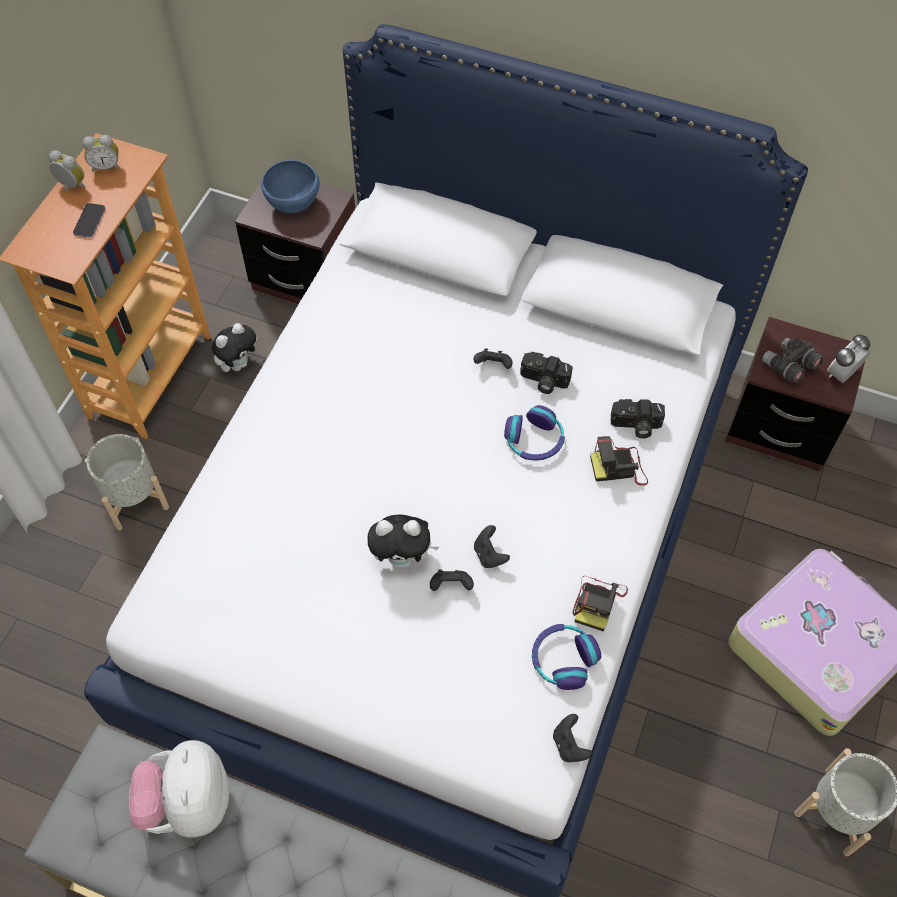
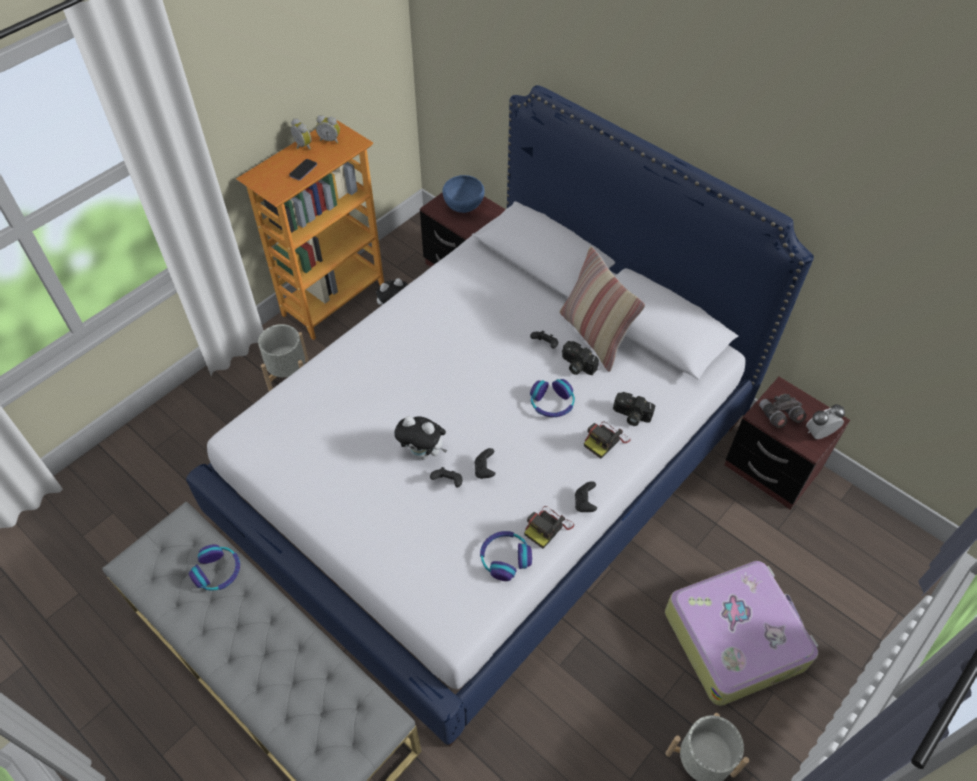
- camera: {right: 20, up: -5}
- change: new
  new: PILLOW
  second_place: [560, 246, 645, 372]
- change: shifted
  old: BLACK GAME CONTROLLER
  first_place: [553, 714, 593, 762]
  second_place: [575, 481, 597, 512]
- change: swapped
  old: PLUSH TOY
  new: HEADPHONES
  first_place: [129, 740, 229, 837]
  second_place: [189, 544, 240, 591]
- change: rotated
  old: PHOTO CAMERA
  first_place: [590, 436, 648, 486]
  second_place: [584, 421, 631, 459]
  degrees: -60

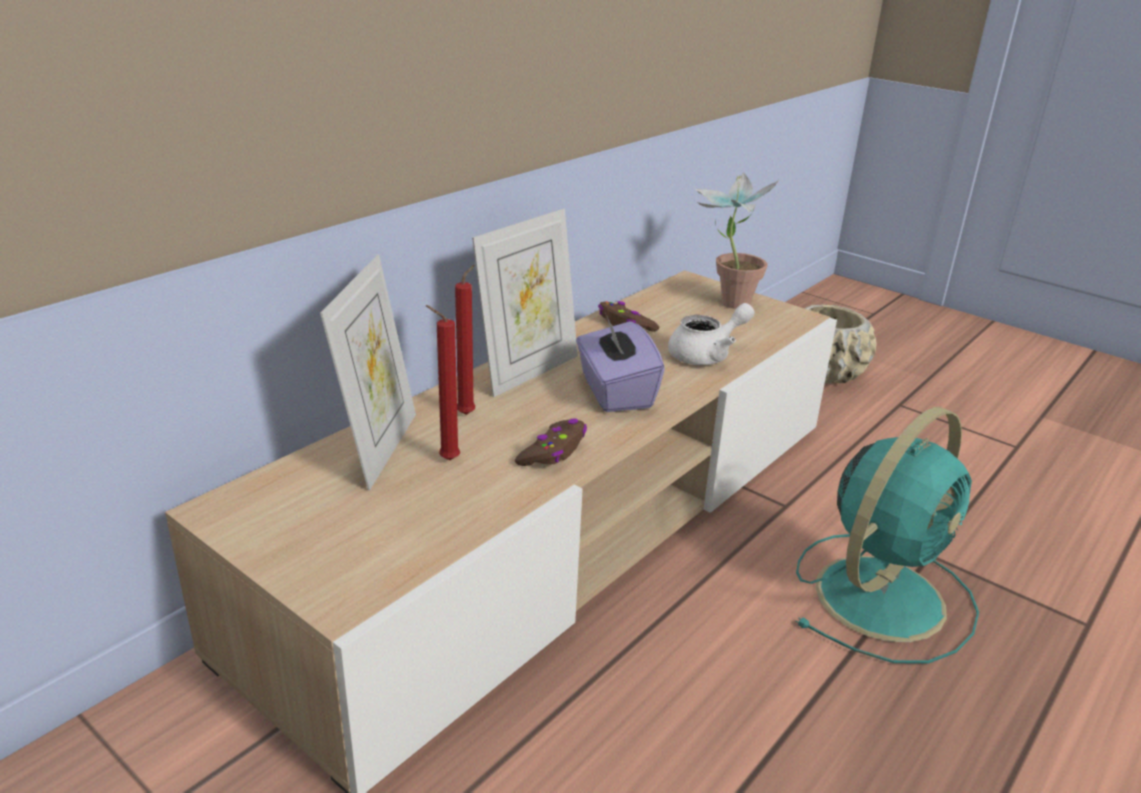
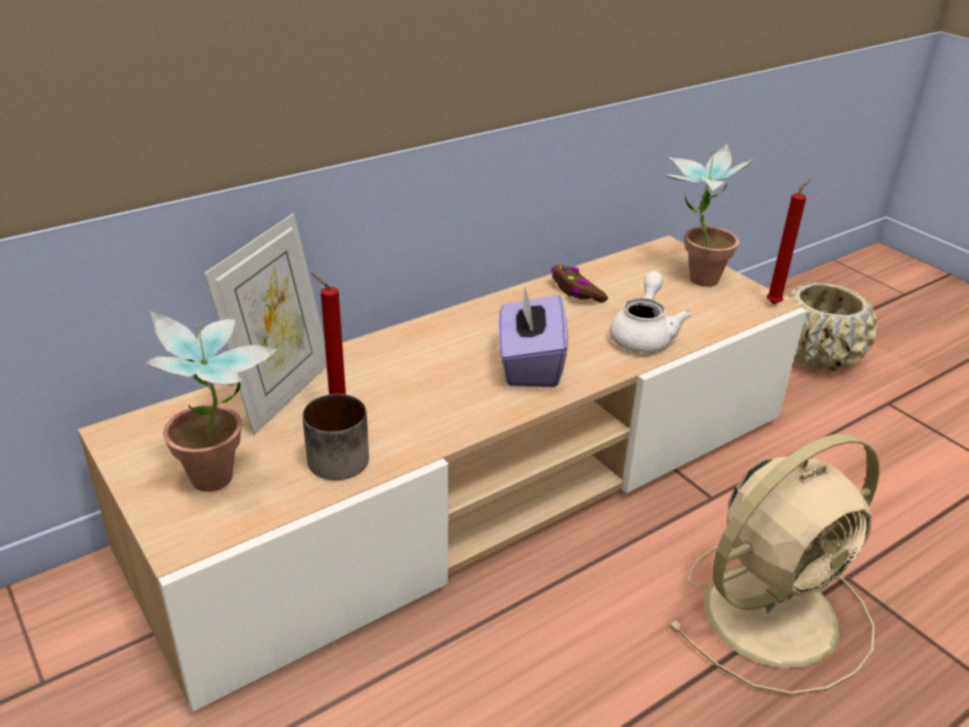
- camera: {right: 15, up: 5}
- change: gone
  old: PICTURE FRAME
  first_place: [472, 208, 578, 397]
- change: gone
  old: BROWN GAME CONTROLLER
  first_place: [515, 418, 587, 466]
- change: new
  new: POTTED PLANT
  second_place: [146, 311, 278, 492]
- change: new
  new: MUG
  second_place: [302, 394, 369, 480]
- change: shifted
  old: RED CANDLE
  first_place: [455, 265, 475, 415]
  second_place: [767, 179, 811, 304]
- change: repainted
  old: TURQUOISE FAN
  new: BEIGE FAN
  first_place: [795, 407, 979, 663]
  second_place: [668, 434, 880, 695]
- change: rotated
  old: WHITE TEAPOT
  first_place: [668, 303, 754, 365]
  second_place: [610, 271, 692, 353]
  degrees: -60

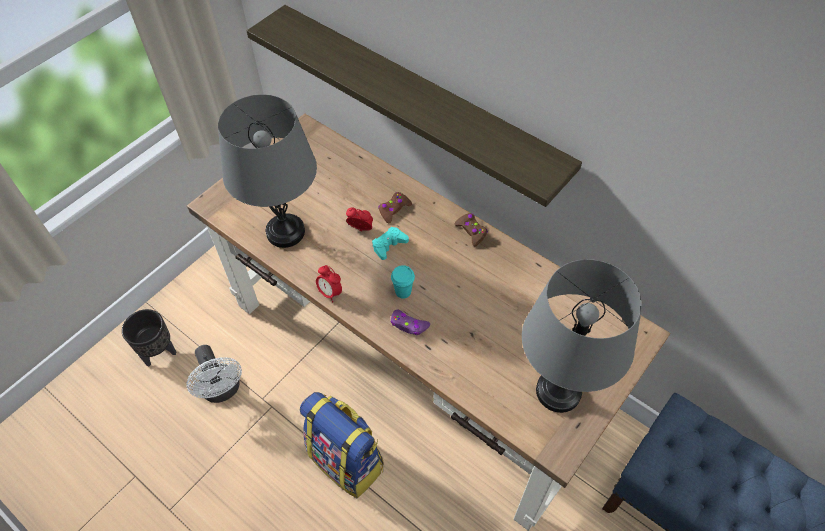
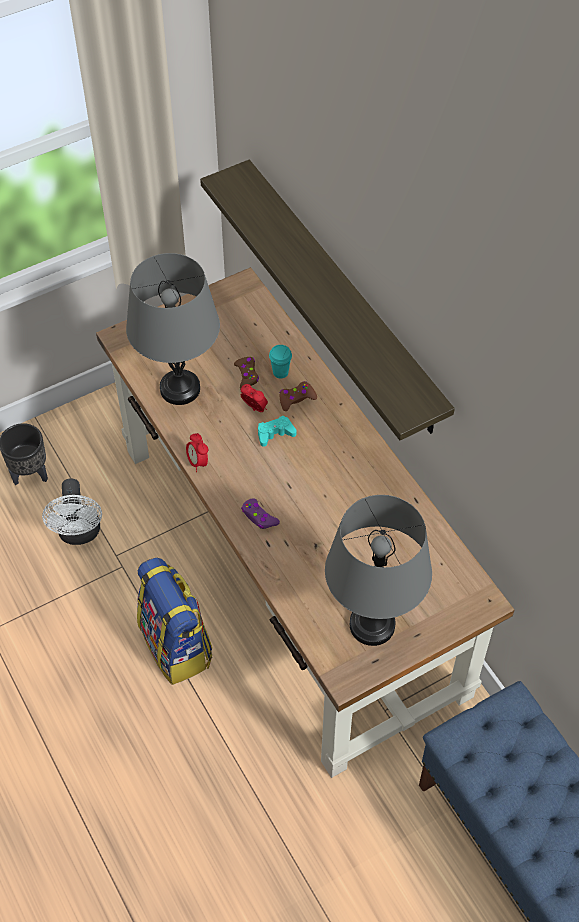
- camera: {right: 20, up: 0}
- change: shifted
  old: TURQUOISE CUP
  first_place: [391, 265, 415, 299]
  second_place: [269, 345, 292, 378]
- change: shifted
  old: BROWN GAME CONTROLLER
  first_place: [455, 213, 488, 246]
  second_place: [234, 357, 259, 389]

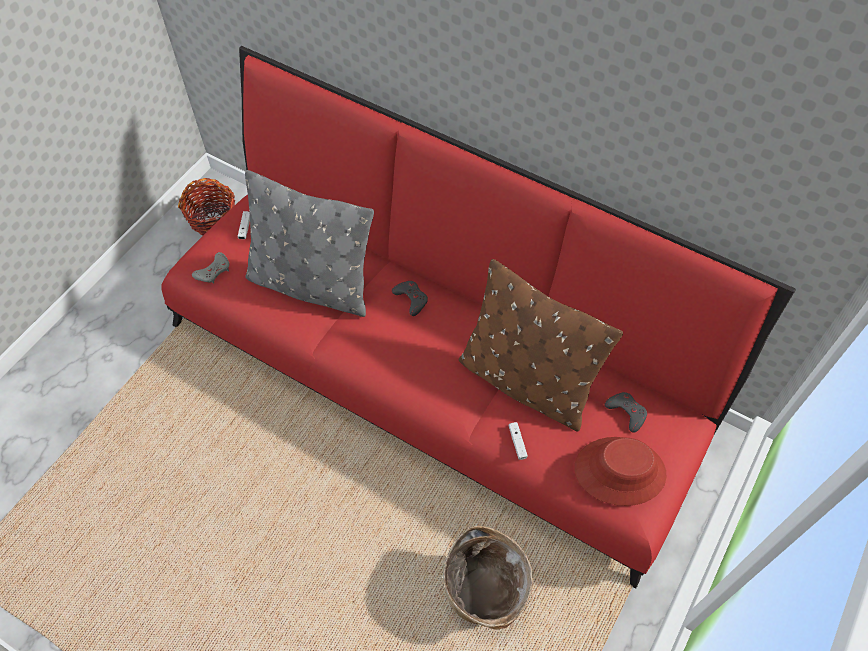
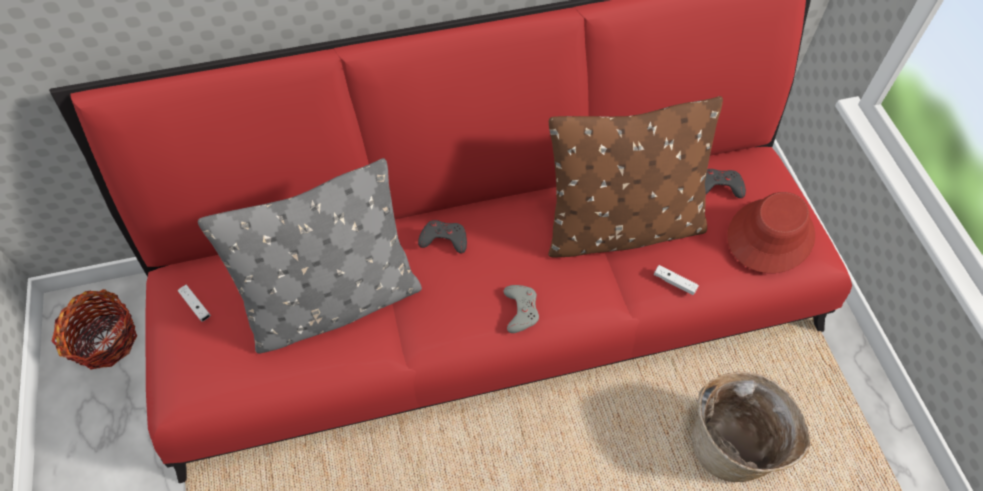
- camera: {right: -45, up: 0}
- change: shifted
  old: GREY GAME CONTROLLER
  first_place: [192, 252, 229, 284]
  second_place: [504, 285, 539, 333]

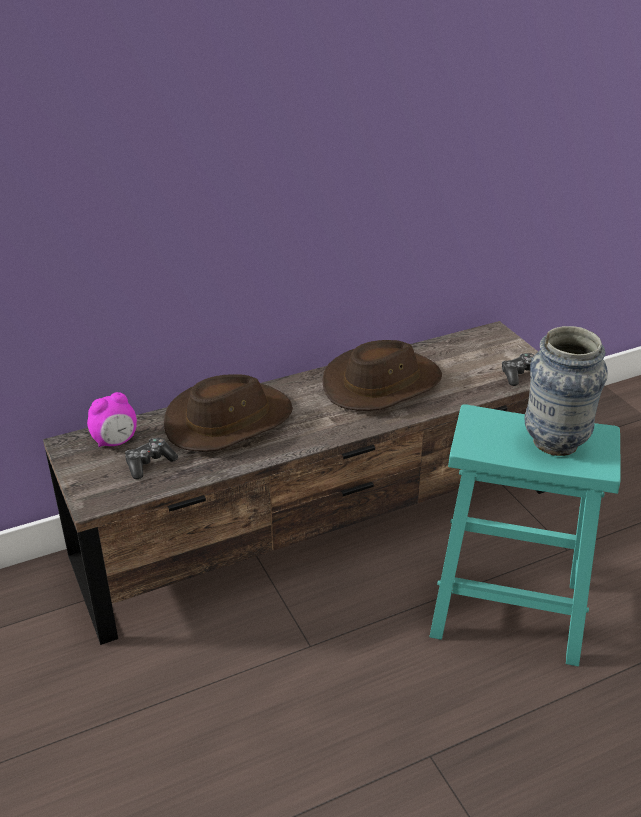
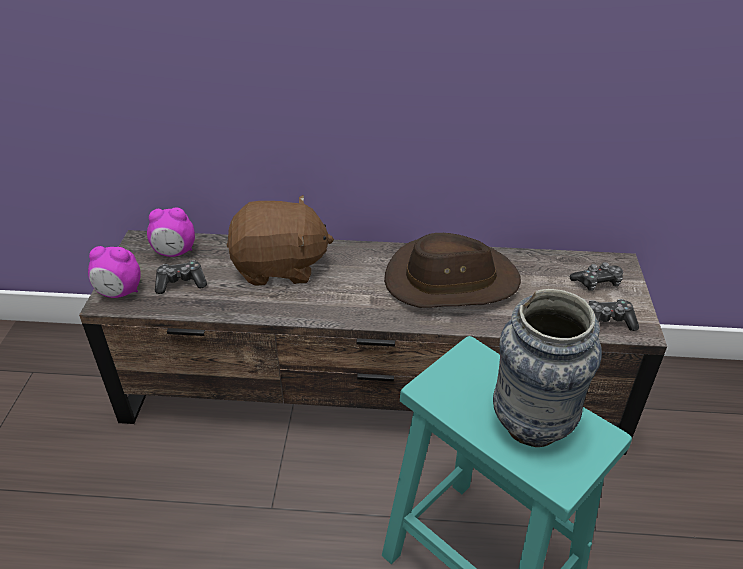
- camera: {right: 30, up: 5}
- change: new
  new: ALARM CLOCK
  second_place: [88, 246, 141, 298]
- change: new
  new: GAME CONTROLLER
  second_place: [570, 262, 623, 291]
- change: swapped
  old: BROWN HAT
  new: BROWN PLUSH TOY
  first_place: [164, 374, 293, 451]
  second_place: [226, 195, 334, 286]

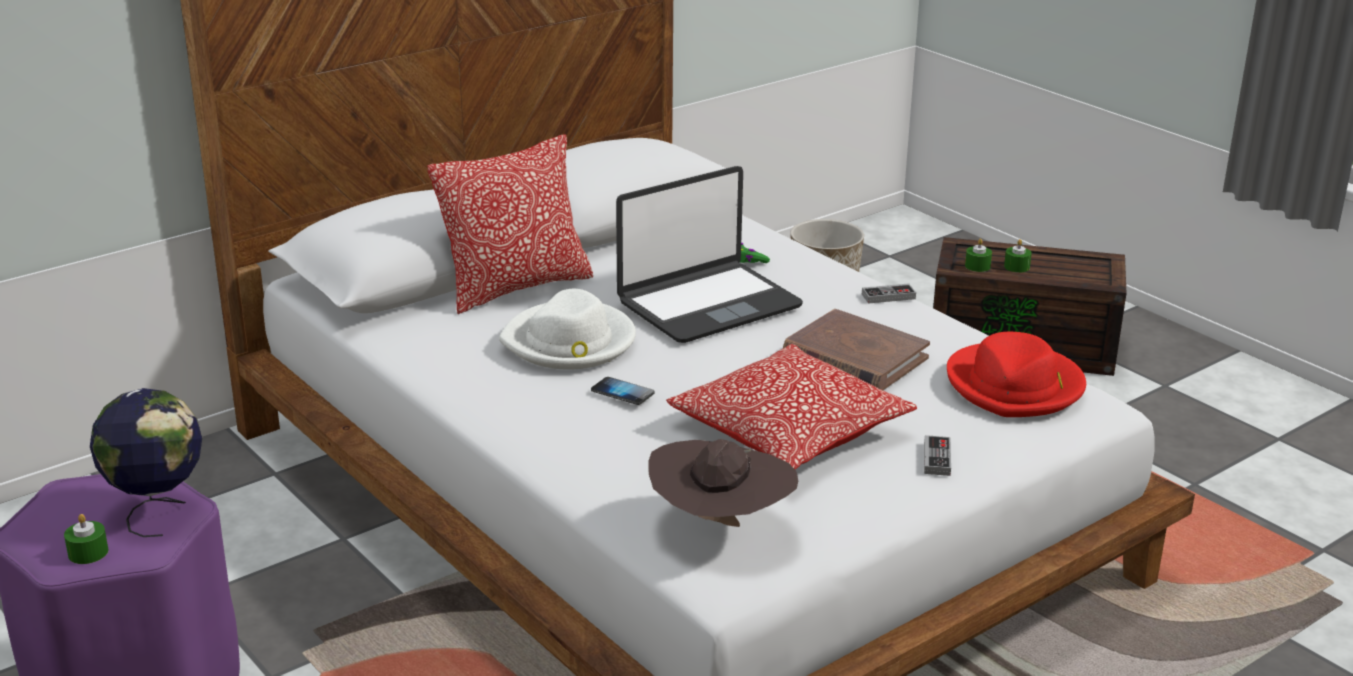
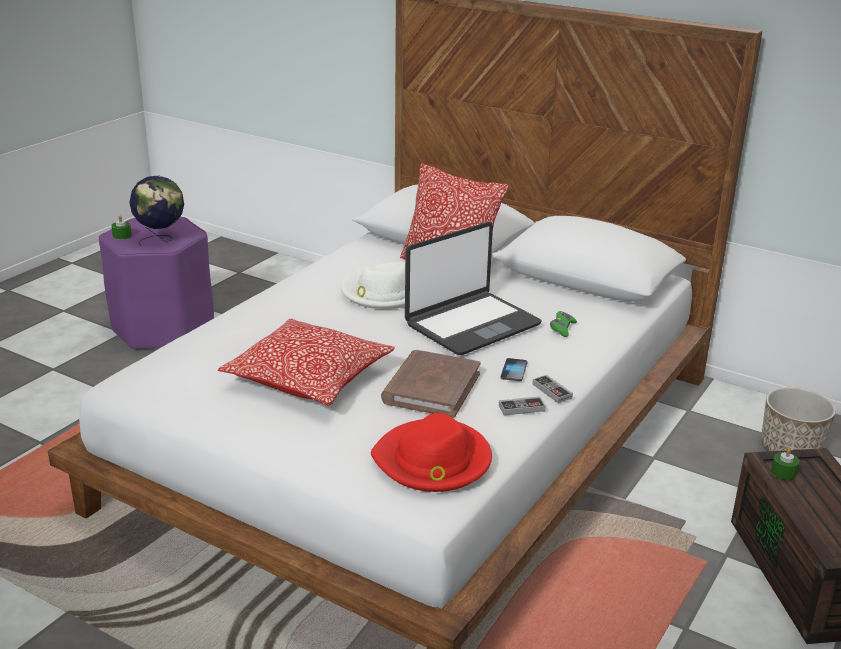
- camera: {right: 70, up: 0}
- change: gone
  old: BROWN HAT
  first_place: [648, 439, 798, 527]
- change: gone
  old: GREEN CANDLE
  first_place: [1004, 239, 1032, 273]
- change: shifted
  old: PHONE
  first_place: [591, 377, 655, 405]
  second_place: [500, 358, 527, 381]
- change: shifted
  old: GAME CONTROLLER
  first_place: [924, 435, 951, 476]
  second_place: [499, 396, 545, 416]
- change: rotated
  old: LAPTOP
  first_place: [616, 166, 803, 343]
  second_place: [405, 222, 542, 355]
  degrees: -75

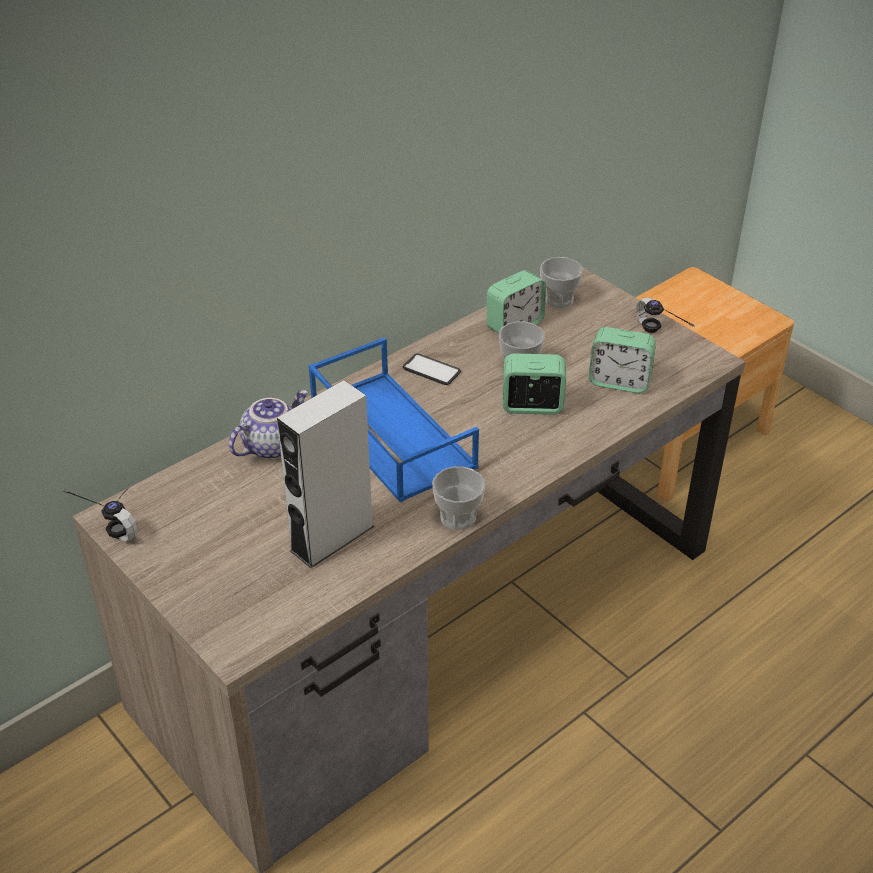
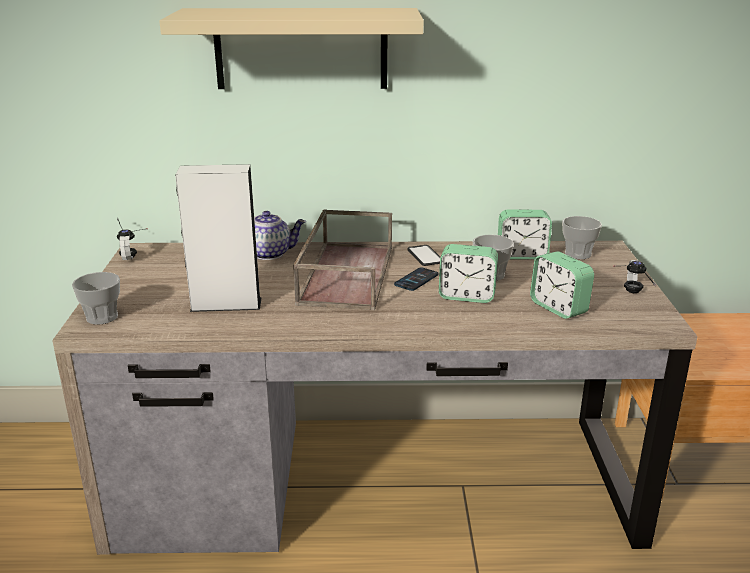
- camera: {right: 40, up: -15}
- change: new
  new: BEIGE SHELF
  second_place: [159, 8, 424, 89]
- change: new
  new: PHONE
  second_place: [394, 267, 439, 291]
- change: shifted
  old: CUP
  first_place: [432, 466, 485, 530]
  second_place: [72, 272, 120, 325]
- change: repainted
  old: BLUE TRAY
  new: BROWN TRAY
  first_place: [308, 337, 479, 503]
  second_place: [293, 209, 392, 310]
- change: rotated
  old: ALARM CLOCK
  first_place: [503, 353, 566, 415]
  second_place: [439, 244, 498, 303]
  degrees: 150

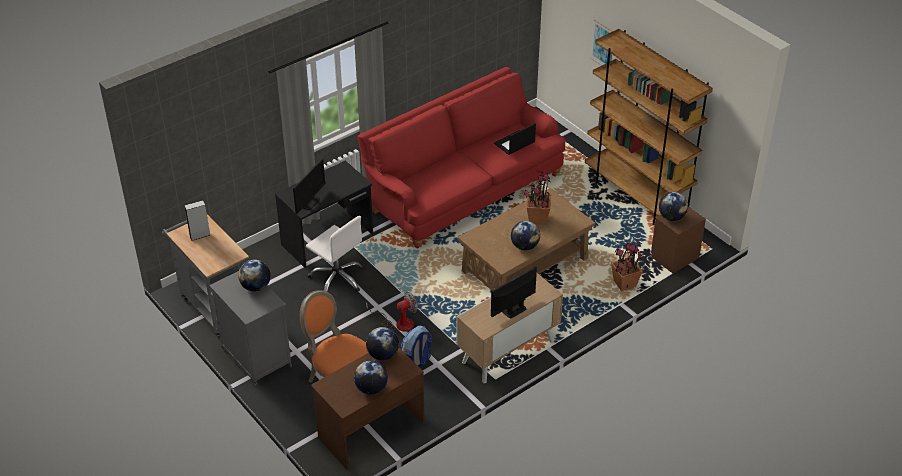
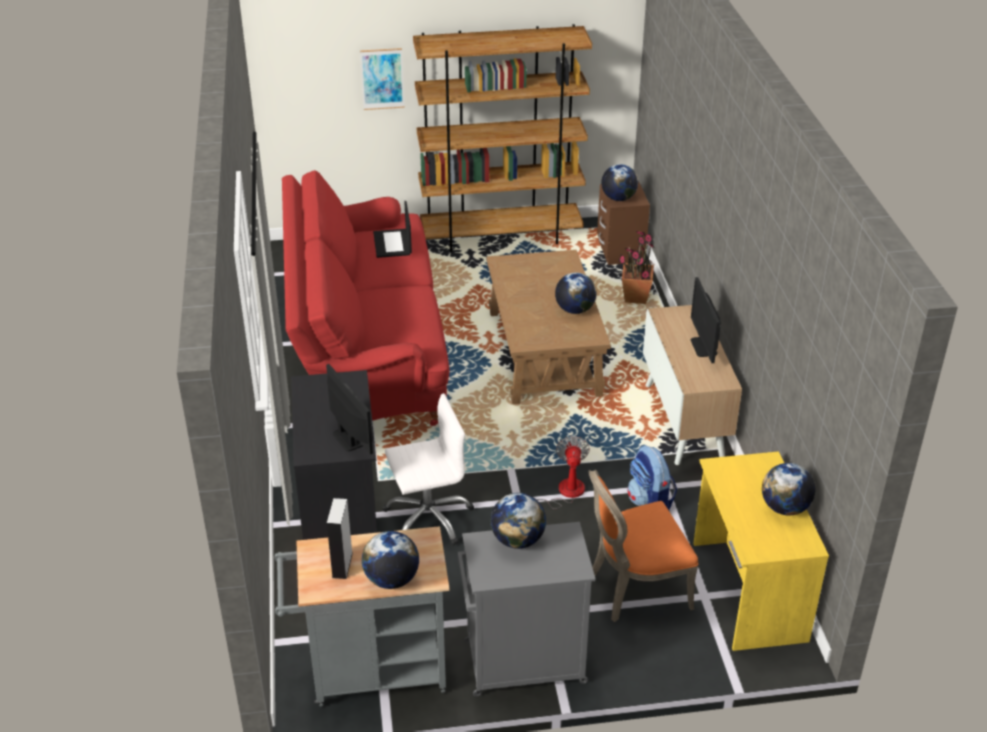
- camera: {right: -60, up: -5}
- change: gone
  old: POTTED PLANT
  first_place: [524, 170, 551, 225]
- change: shifted
  old: GLOBE
  first_place: [366, 327, 399, 360]
  second_place: [362, 531, 419, 589]
- change: repainted
  old: BROWN DESK
  new: YELLOW DESK
  first_place: [311, 348, 425, 470]
  second_place: [693, 451, 829, 651]

